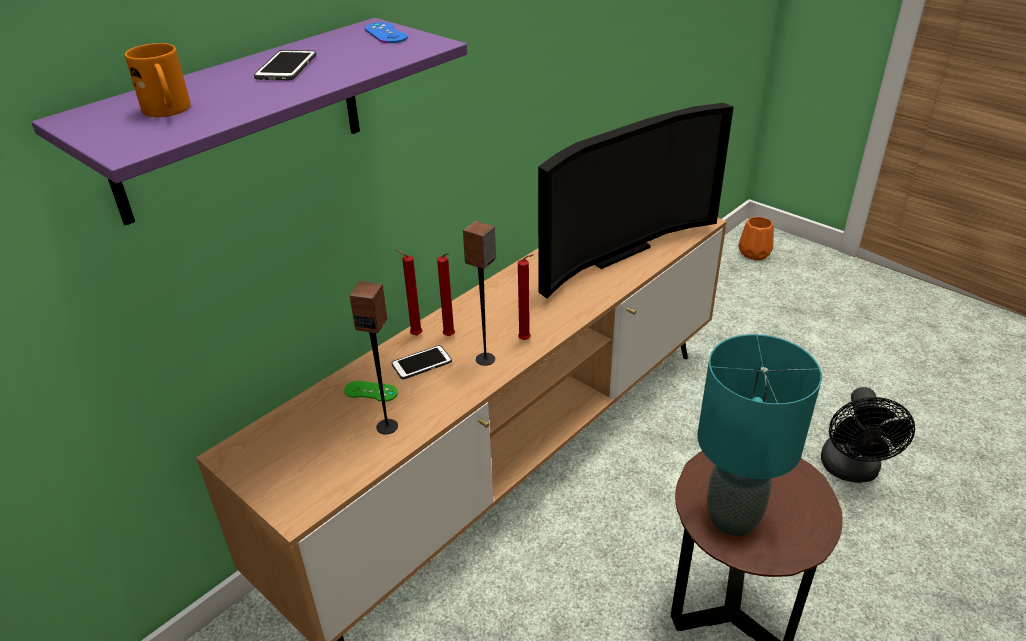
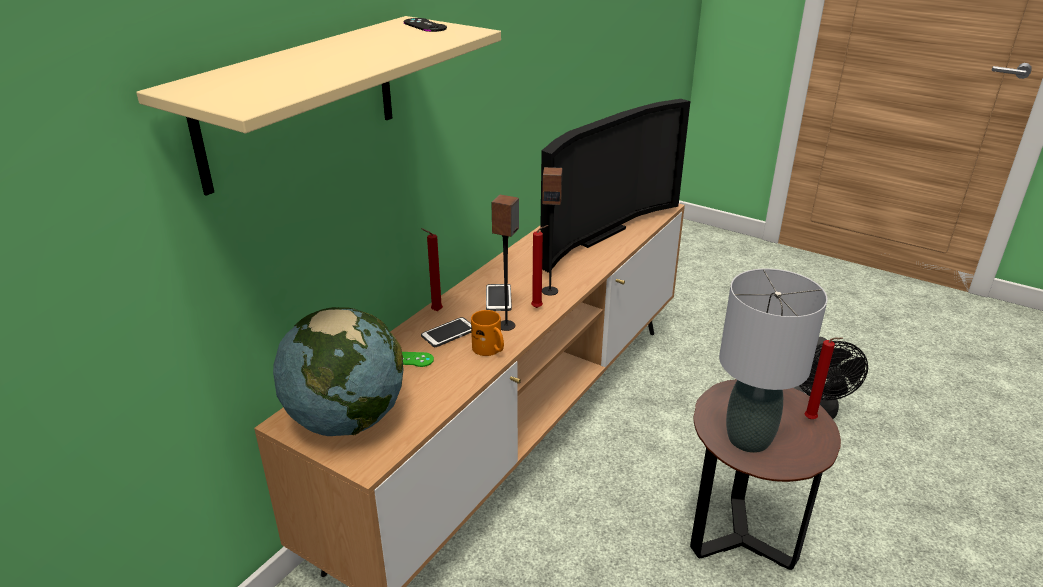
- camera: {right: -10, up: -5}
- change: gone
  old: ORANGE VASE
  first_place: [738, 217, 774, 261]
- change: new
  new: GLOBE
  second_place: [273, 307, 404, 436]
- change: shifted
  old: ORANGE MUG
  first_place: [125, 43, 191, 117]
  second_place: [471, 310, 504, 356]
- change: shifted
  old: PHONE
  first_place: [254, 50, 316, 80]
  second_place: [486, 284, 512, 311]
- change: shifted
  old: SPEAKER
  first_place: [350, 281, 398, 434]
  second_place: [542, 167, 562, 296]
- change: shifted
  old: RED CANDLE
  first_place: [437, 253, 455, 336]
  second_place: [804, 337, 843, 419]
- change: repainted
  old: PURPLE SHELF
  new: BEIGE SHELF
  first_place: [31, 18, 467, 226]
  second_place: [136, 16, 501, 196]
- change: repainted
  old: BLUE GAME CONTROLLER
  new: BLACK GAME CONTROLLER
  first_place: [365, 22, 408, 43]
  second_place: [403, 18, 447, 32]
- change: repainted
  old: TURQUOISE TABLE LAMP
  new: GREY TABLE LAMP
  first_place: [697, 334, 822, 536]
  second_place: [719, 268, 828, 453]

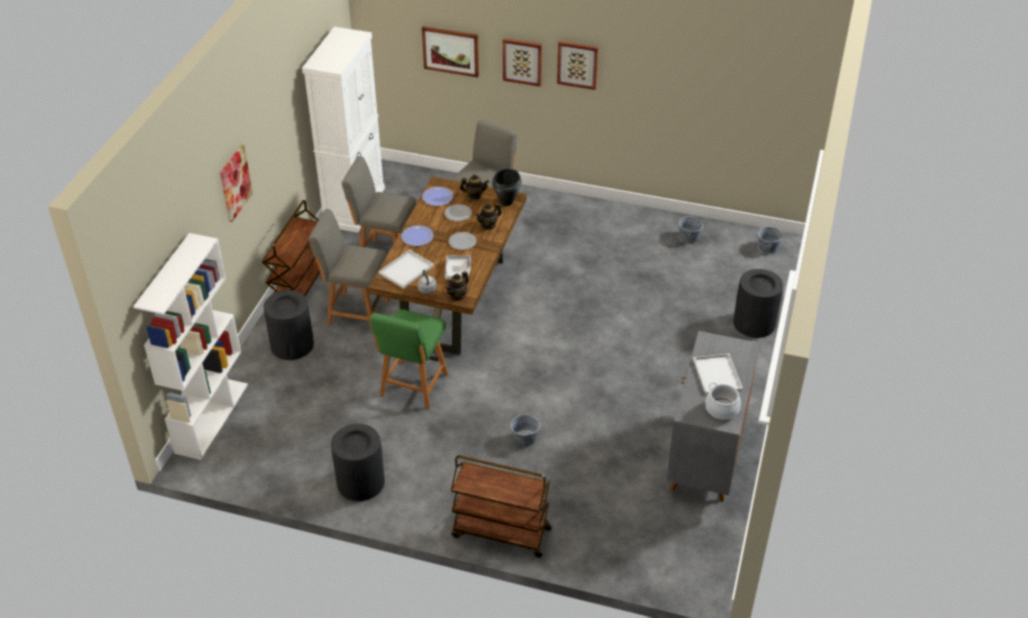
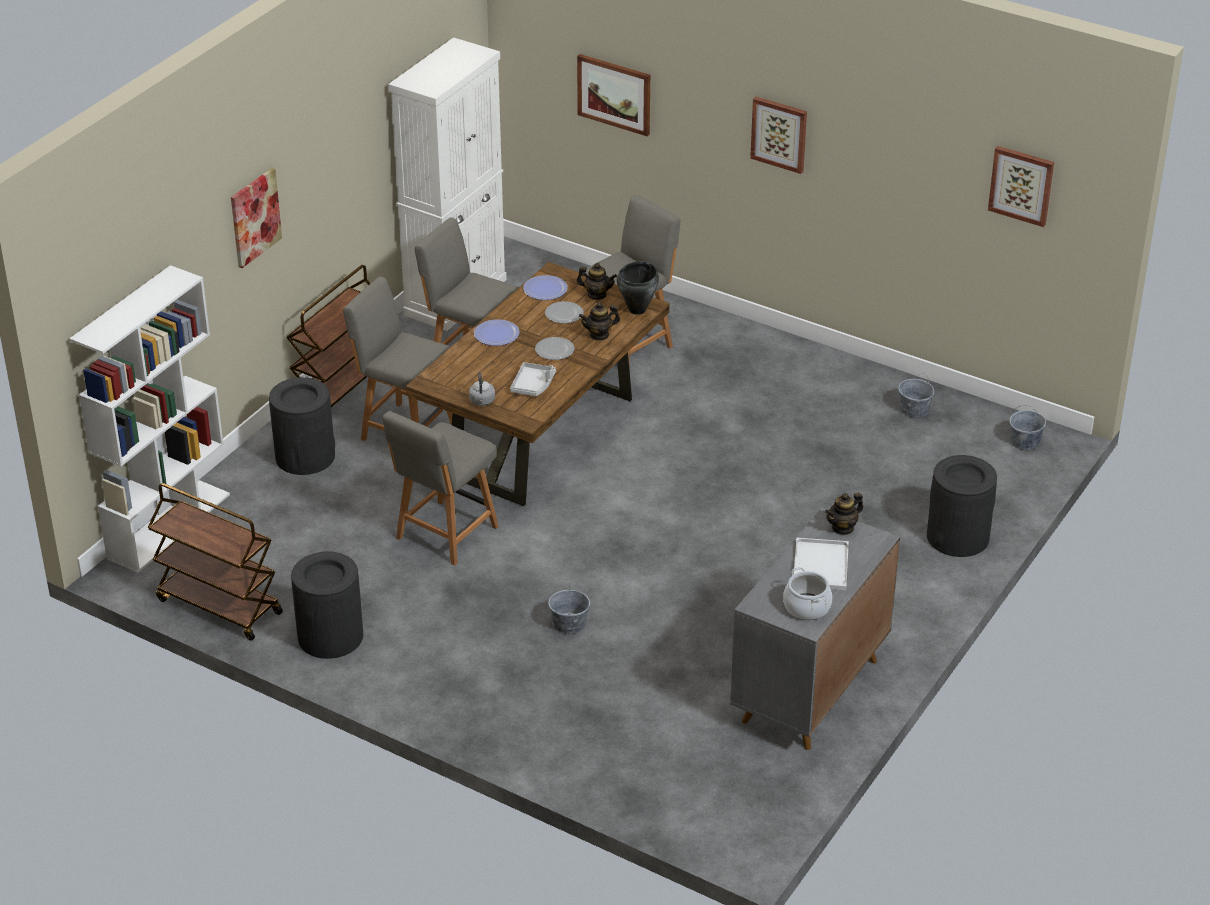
- camera: {right: 15, up: -5}
- change: gone
  old: WHITE TRAY
  first_place: [379, 250, 434, 288]
- change: shifted
  old: TEAPOT
  first_place: [446, 271, 469, 301]
  second_place: [825, 492, 863, 535]
- change: shifted
  old: BROWN CART
  first_place: [450, 455, 552, 558]
  second_place: [148, 483, 283, 641]
- change: shifted
  old: PICTURE
  first_place: [503, 38, 542, 87]
  second_place: [988, 146, 1054, 227]
- change: repainted
  old: GREEN CHAIR
  new: GREY CHAIR
  first_place: [370, 309, 448, 409]
  second_place: [383, 411, 499, 566]

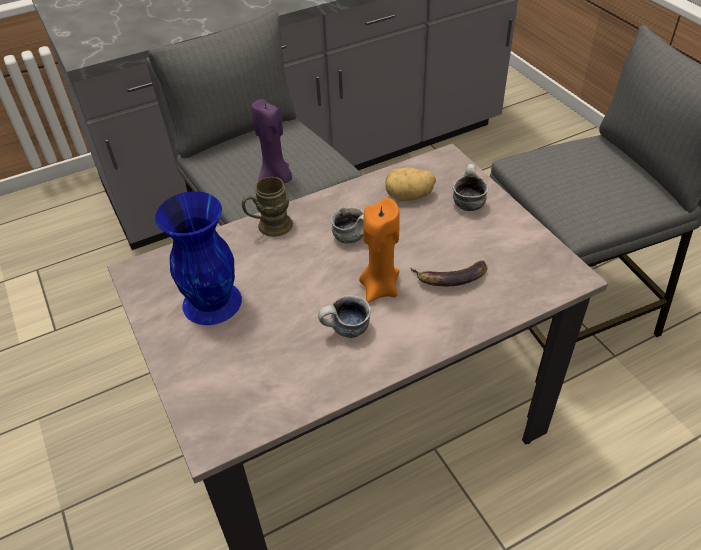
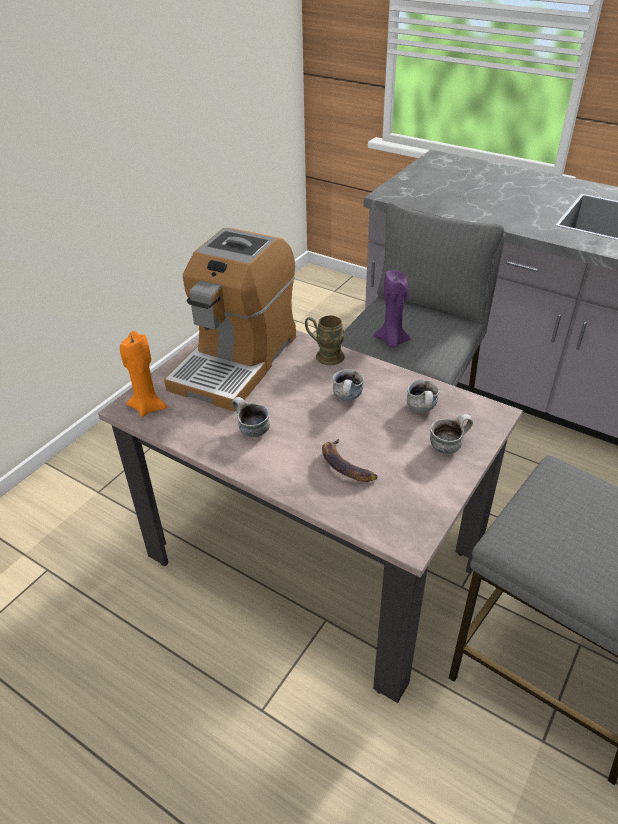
- camera: {right: 60, up: -5}
- change: shifted
  old: ORANGE CANDLE
  first_place: [359, 198, 400, 303]
  second_place: [120, 331, 167, 417]
- change: swapped
  old: BLUE VASE
  new: COFFEE MACHINE
  first_place: [155, 191, 242, 325]
  second_place: [164, 228, 296, 412]
- change: swapped
  old: POTATO
  new: MUG
  first_place: [385, 167, 436, 201]
  second_place: [407, 380, 440, 412]

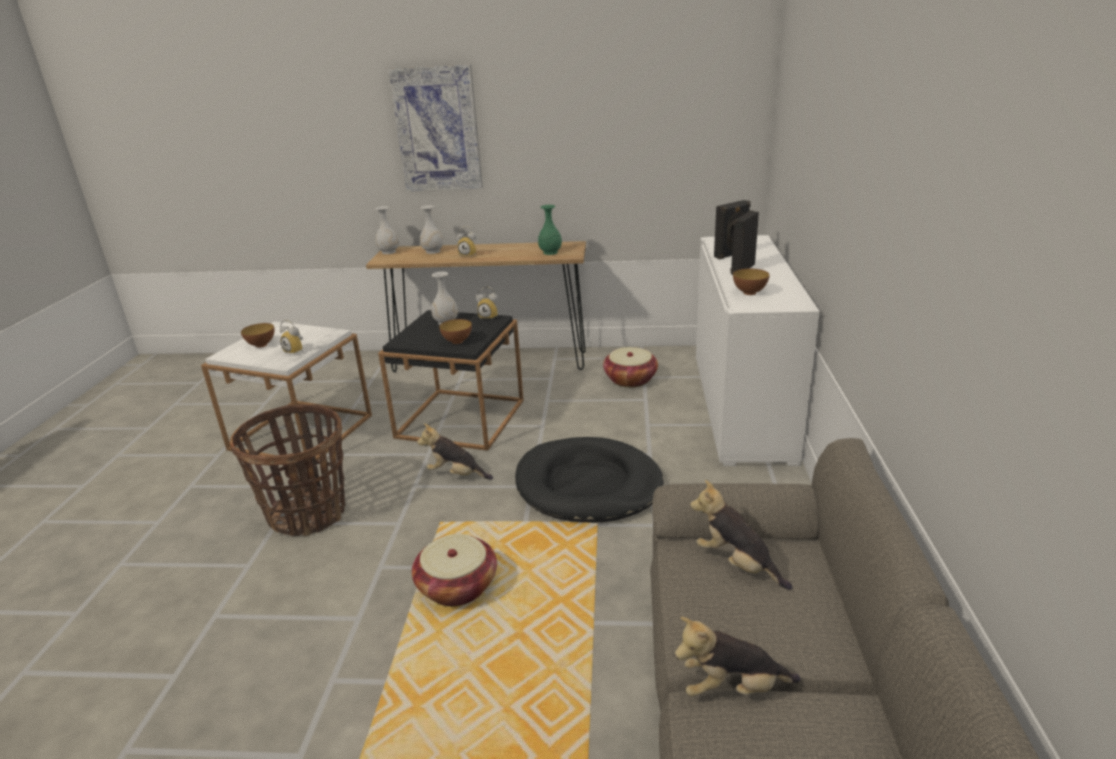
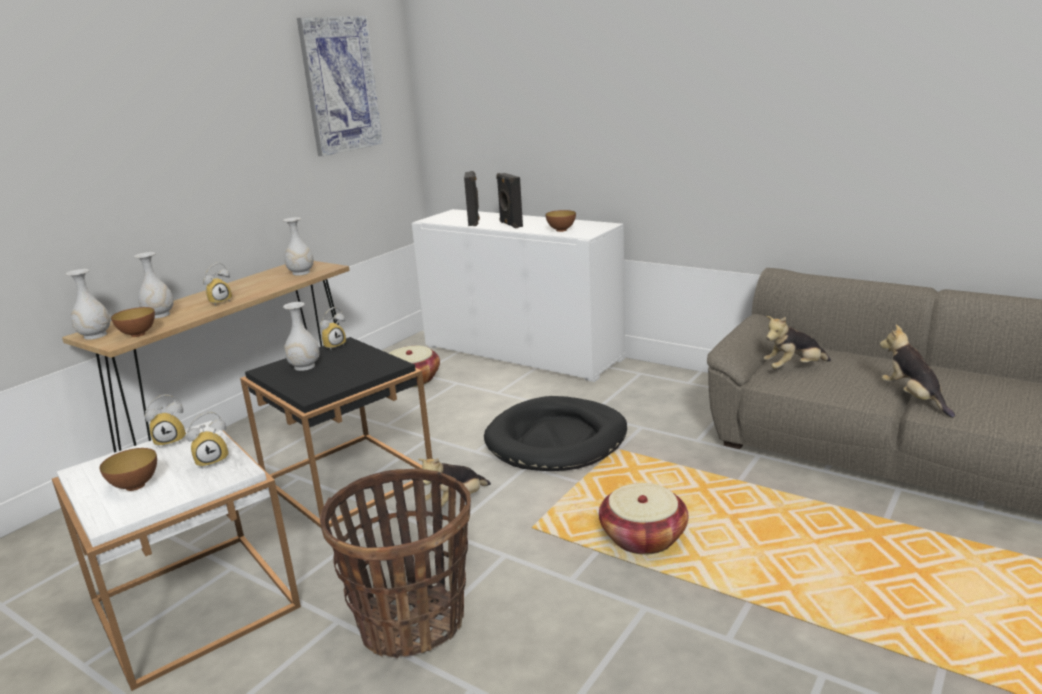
- camera: {right: -60, up: -5}
- change: new
  new: ALARM CLOCK
  second_place: [145, 394, 186, 448]
- change: shifted
  old: PICTURE
  first_place: [388, 64, 483, 191]
  second_place: [297, 16, 383, 156]
- change: shifted
  old: BOWL
  first_place: [439, 319, 472, 344]
  second_place: [111, 307, 155, 337]
- change: repainted
  old: GREEN VASE
  new: WHITE VASE
  first_place: [538, 205, 562, 255]
  second_place: [283, 217, 314, 276]
- change: rotated
  old: PLUSH TOY
  first_place: [675, 617, 801, 697]
  second_place: [880, 325, 955, 418]
  degrees: 135

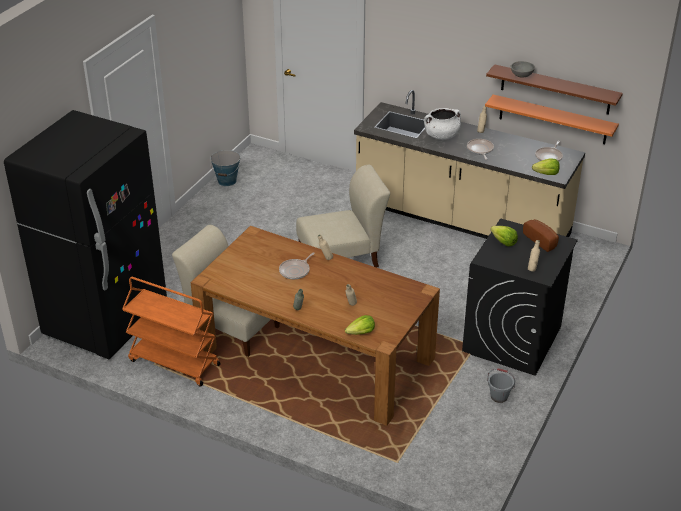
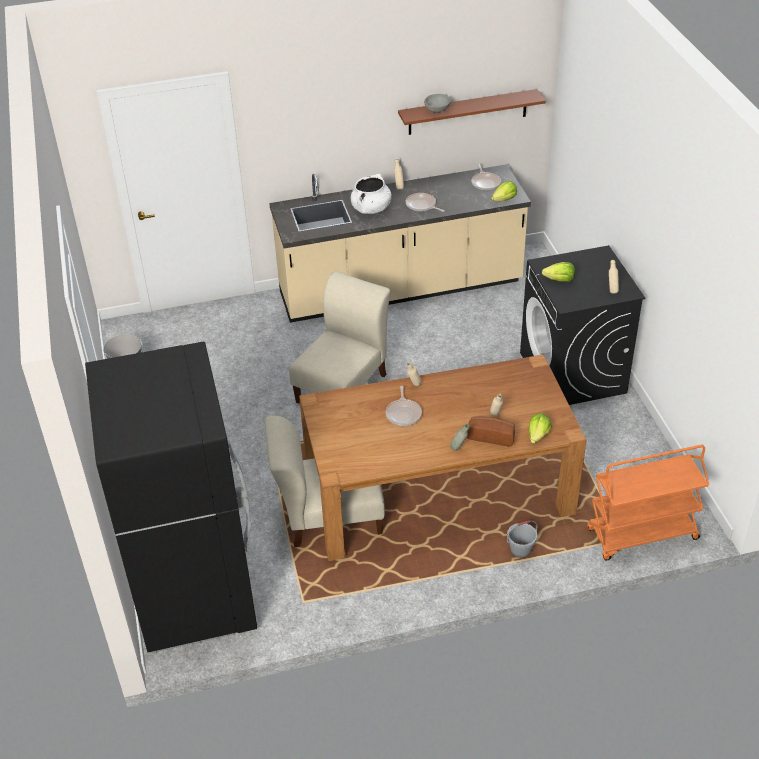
- camera: {right: -40, up: 5}
- change: gone
  old: ORANGE SHELF
  first_place: [485, 94, 619, 145]
- change: shifted
  old: ORANGE CART
  first_place: [122, 277, 221, 386]
  second_place: [587, 445, 709, 560]
- change: shifted
  old: GREY BUCKET
  first_place: [487, 368, 515, 403]
  second_place: [507, 520, 538, 558]
- change: shifted
  old: BREAD
  first_place: [523, 219, 559, 252]
  second_place: [467, 416, 515, 447]

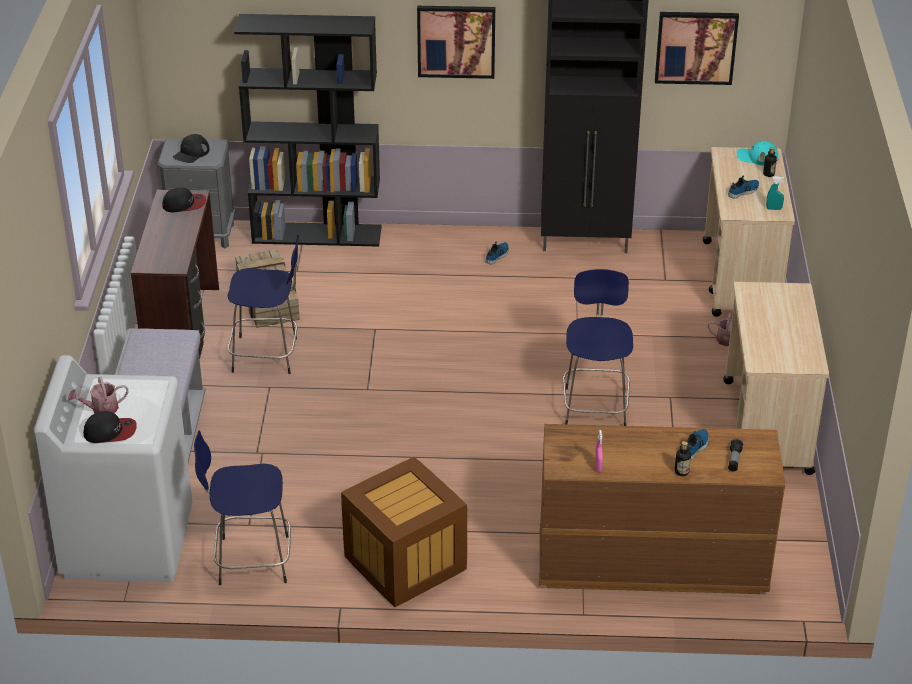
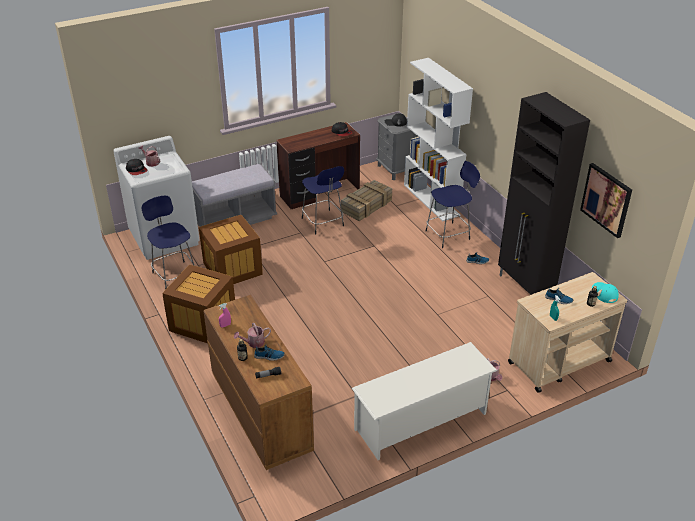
- camera: {right: 60, up: 0}
- change: gone
  old: PICTURE
  first_place: [417, 6, 495, 79]
- change: new
  new: CRATE
  second_place: [199, 215, 263, 284]
- change: new
  new: WATERING CAN
  second_place: [234, 323, 271, 348]
- change: shifted
  old: BLUE STOOL
  first_place: [563, 269, 633, 426]
  second_place: [426, 161, 480, 248]
- change: swapped
  old: BEIGE CART
  new: WHITE SHOE RACK
  first_place: [723, 282, 829, 475]
  second_place: [352, 342, 497, 460]
- change: repainted
  old: BLACK BOOKCASE
  new: WHITE BOOKCASE
  first_place: [234, 14, 382, 247]
  second_place: [404, 58, 473, 221]

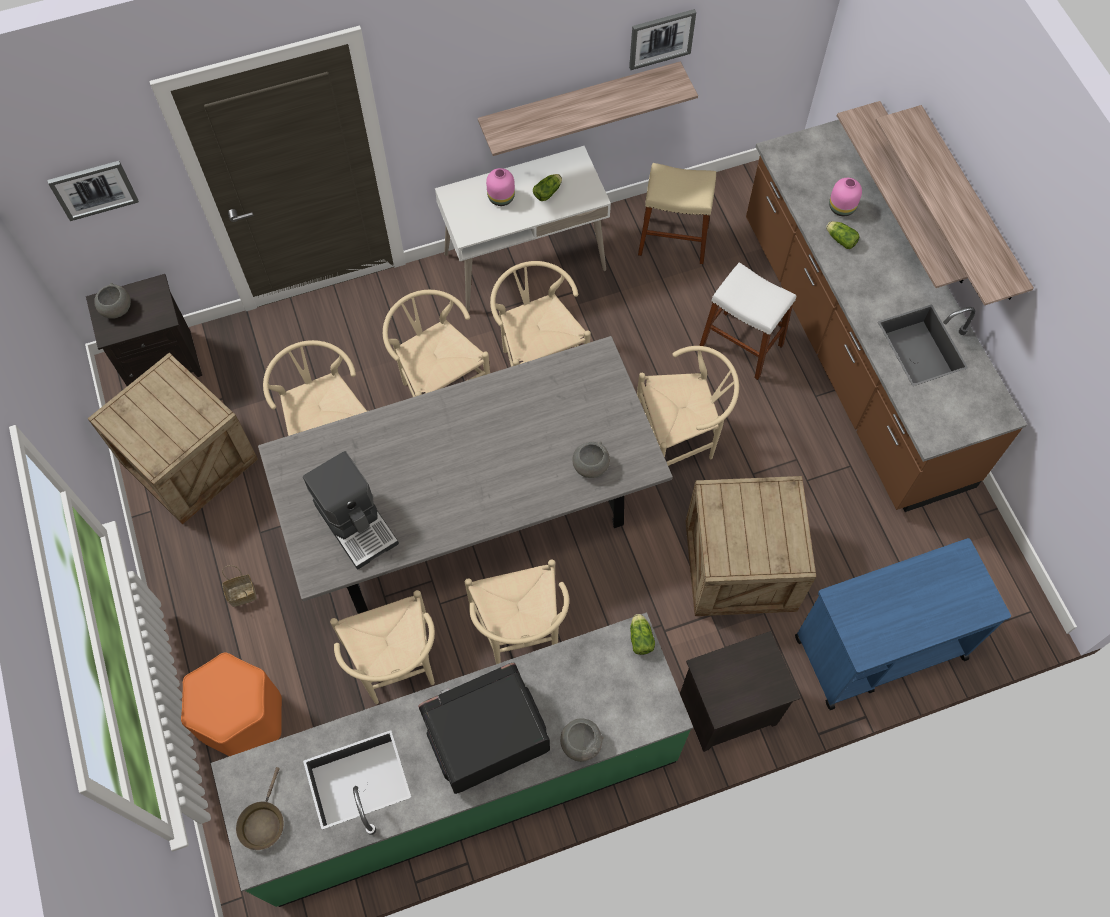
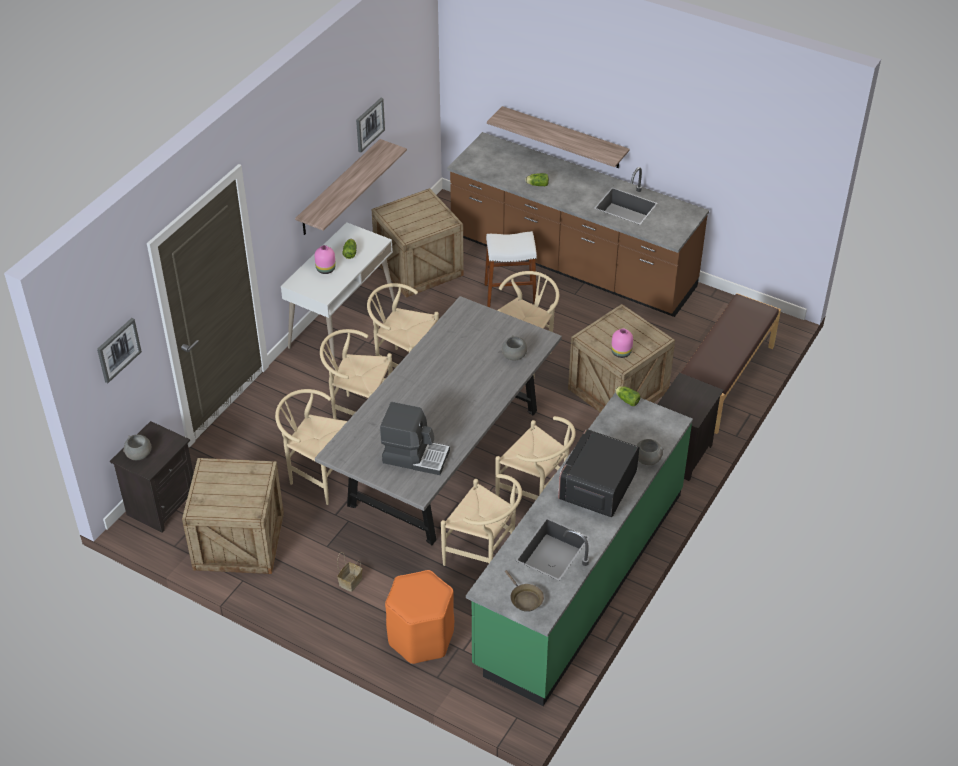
- camera: {right: -40, up: -20}
- change: gone
  old: SHELF
  first_place: [875, 105, 1034, 306]
- change: shifted
  old: PINK VASE
  first_place: [829, 178, 862, 216]
  second_place: [611, 328, 633, 358]
- change: swapped
  old: BEIGE STOOL
  new: CRATE
  first_place: [638, 163, 716, 264]
  second_place: [371, 188, 464, 297]
- change: swapped
  old: BLUE CART
  new: BROWN BENCH
  first_place: [795, 538, 1011, 710]
  second_place: [681, 293, 781, 434]

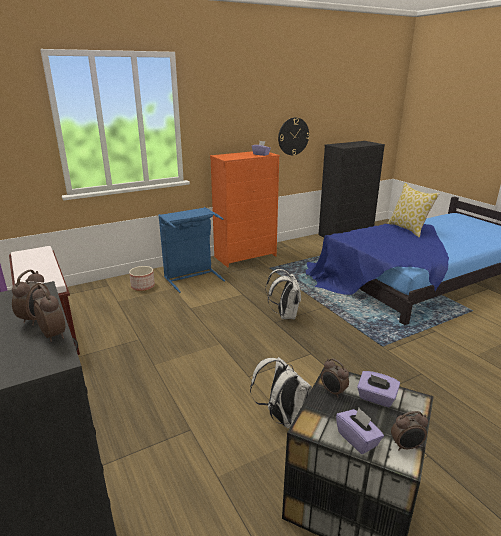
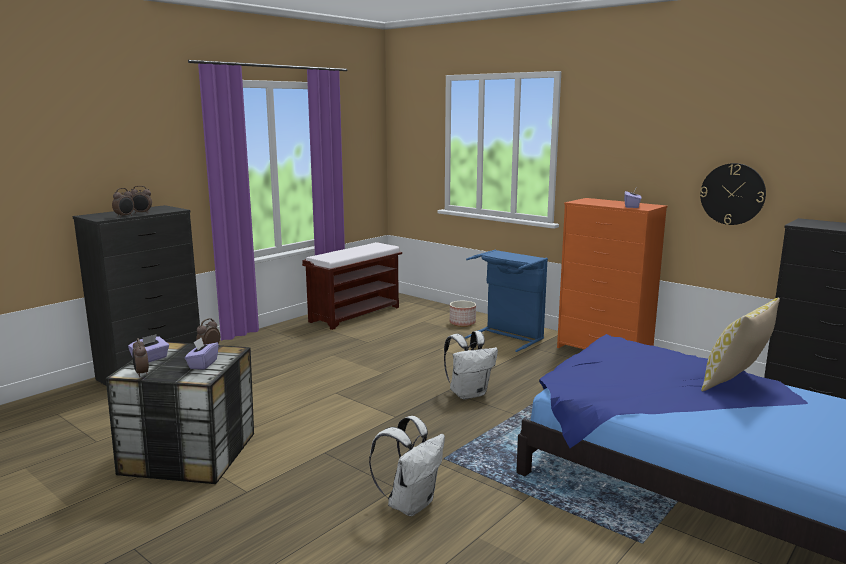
- camera: {right: 70, up: -10}
- change: shifted
  old: WHITE BACKPACK
  first_place: [250, 357, 312, 428]
  second_place: [369, 416, 445, 516]

